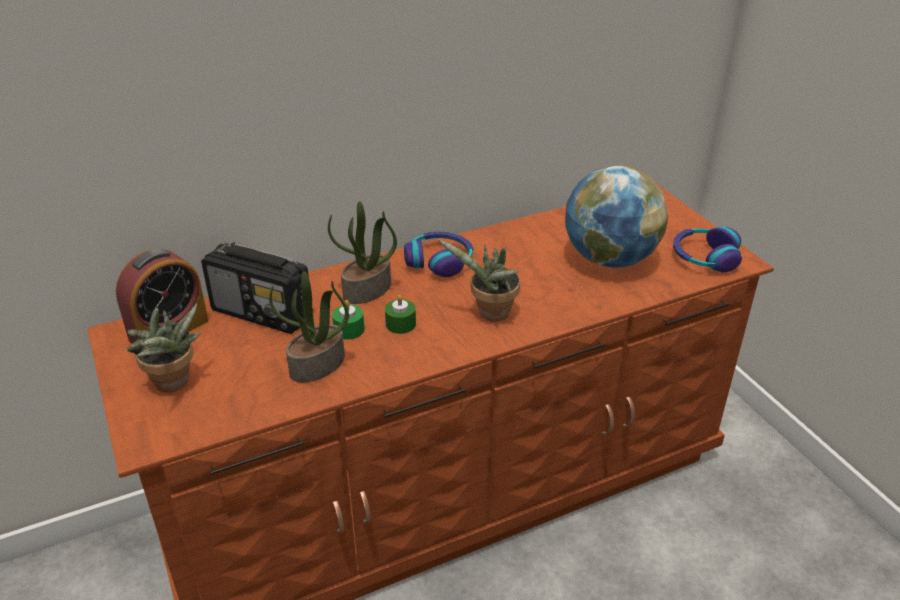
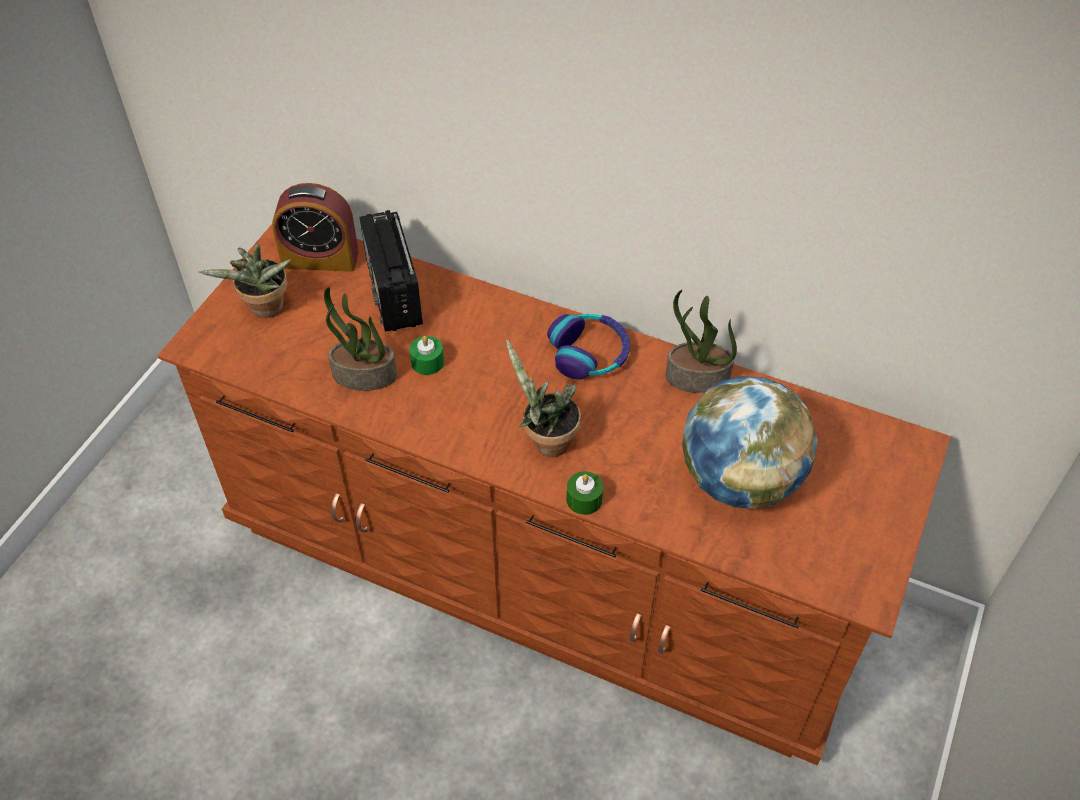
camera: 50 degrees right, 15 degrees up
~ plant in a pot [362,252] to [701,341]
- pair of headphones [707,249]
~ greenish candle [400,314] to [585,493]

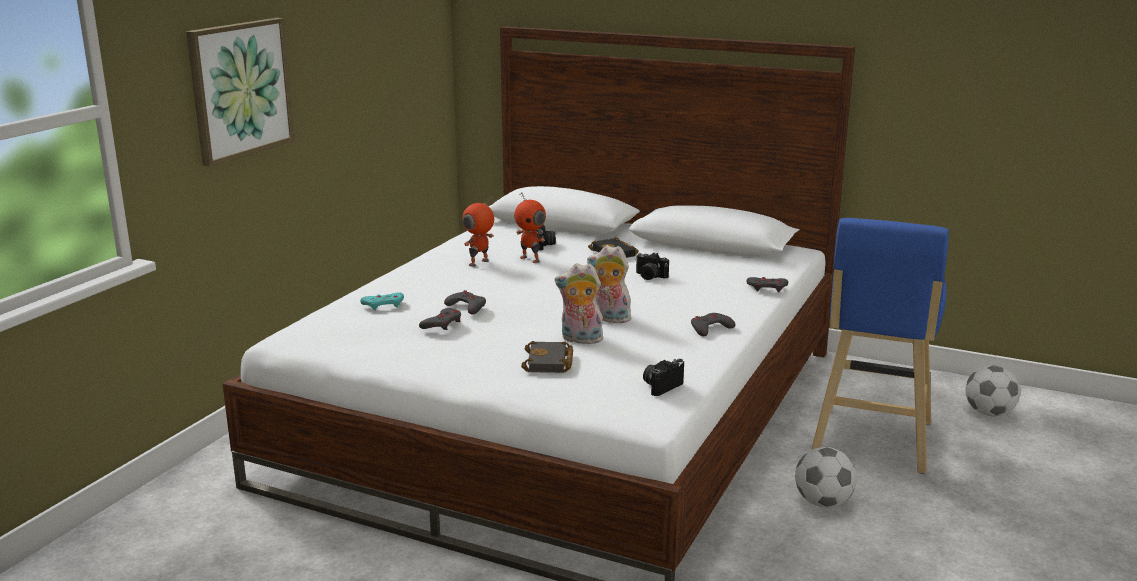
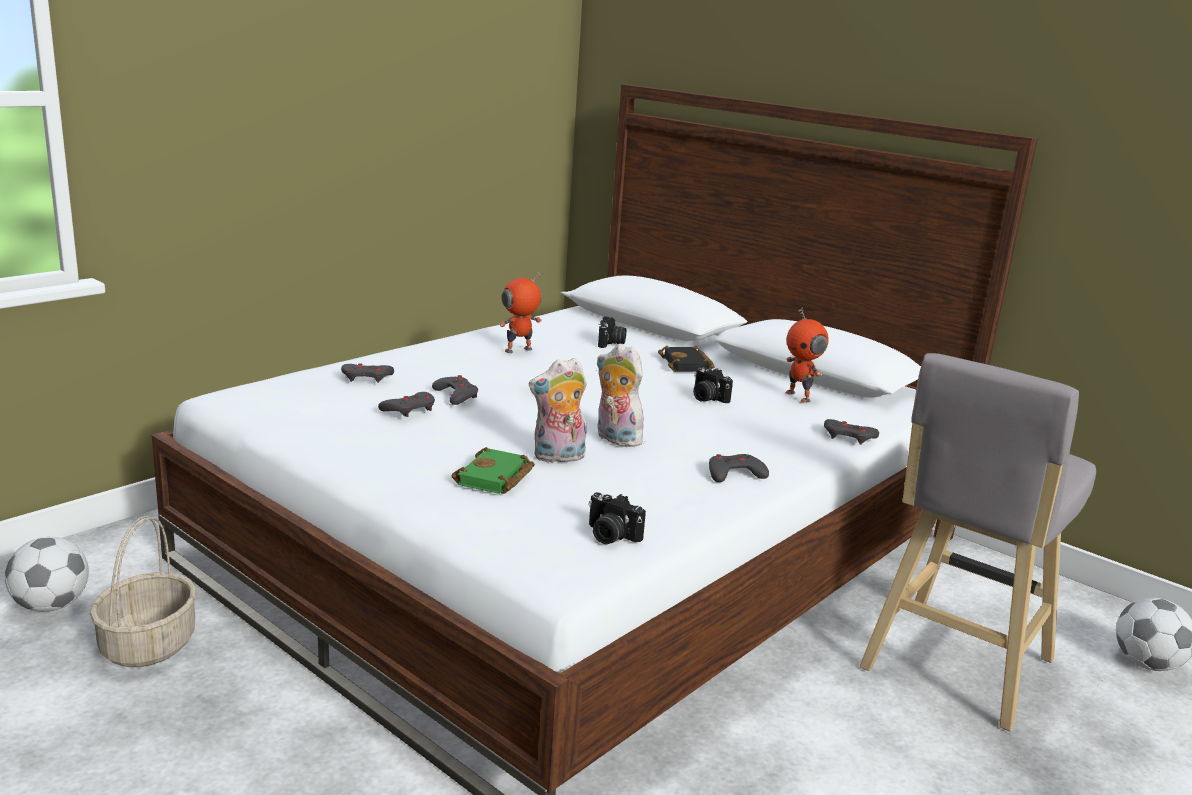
camera: 15 degrees right, 0 degrees up
- picture [240,92]
~ robot figure [530,228] to [807,355]
~ blue stool seat [880,346] to gray stool seat [978,542]
~ soft toy [580,304] = [558,410] 45 degrees counterclockwise
~ turquoise game controller [382,301] to gray game controller [367,373]
~ black-coloured volume [547,357] to greenish volume [493,470]
~ photo camera [663,377] = [617,518] 120 degrees counterclockwise
~ ball for football [826,477] to [47,574]
+ basket [143,591]

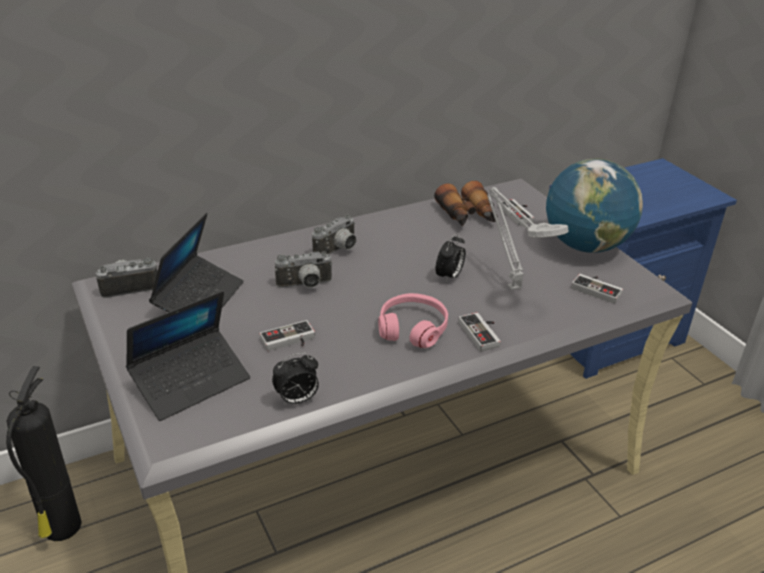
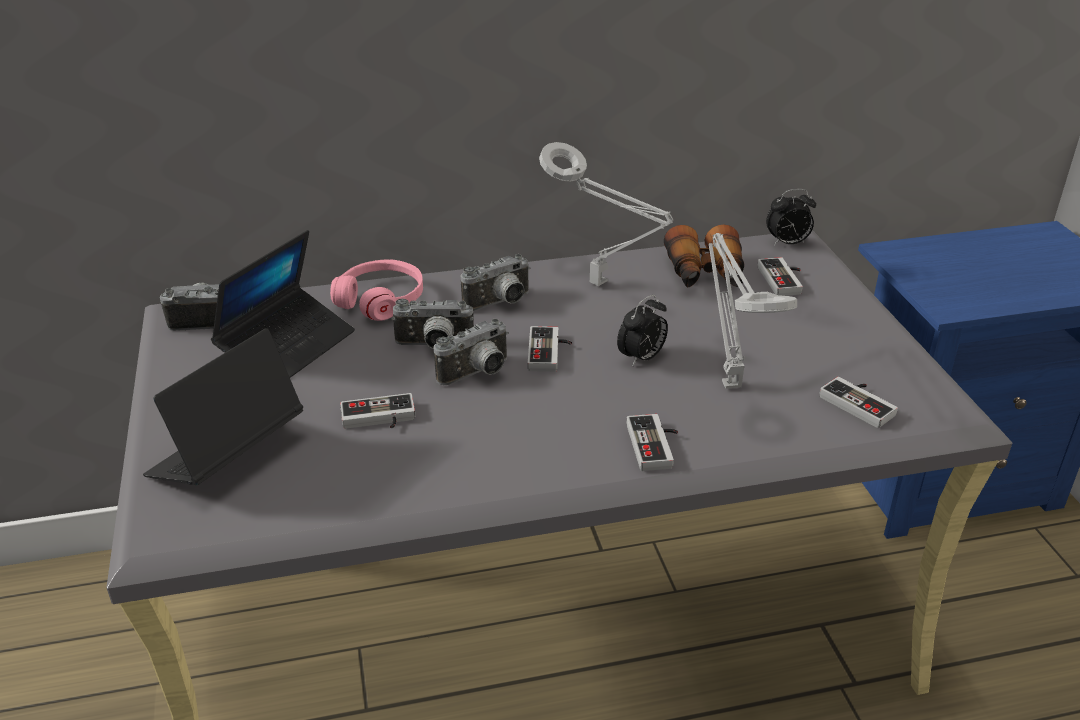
camera: 15 degrees right, 0 degrees up
- desk globe [594,206]
~ laptop [188,356] = [223,406] 150 degrees clockwise
~ pink-coloured pair of headphones [413,320] to [376,290]
~ bedside clock [295,379] to [791,217]
- fire-fighting cylinder [44,453]
+ gray table lamp [606,214]
+ photo camera [471,351]
+ game controller [550,349]

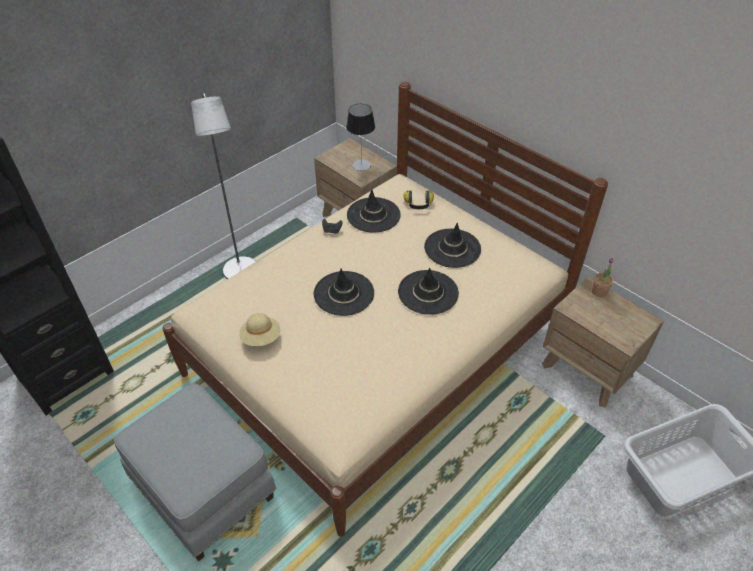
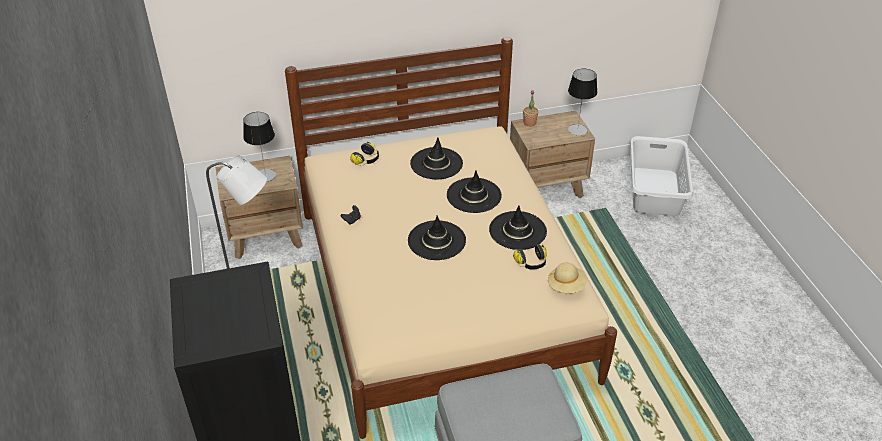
camera: 60 degrees left, 5 degrees down
~ black-coloured wearable hat [374,210] to [518,227]
~ beige-coloured wearable hat [259,329] to [567,278]
+ table lamp [582,102]
+ pair of headphones [530,257]

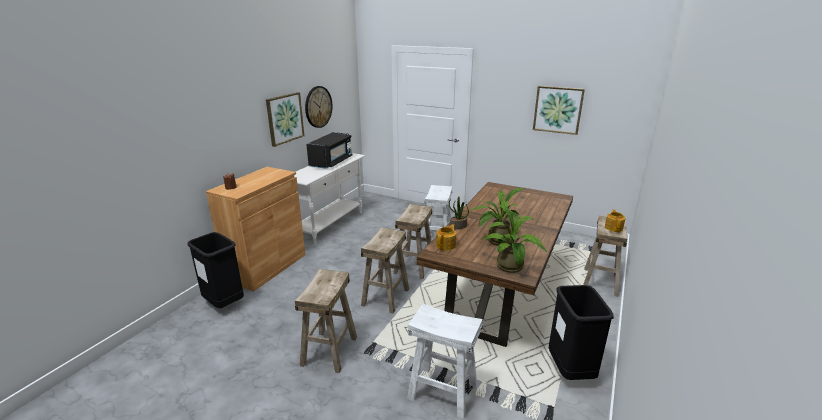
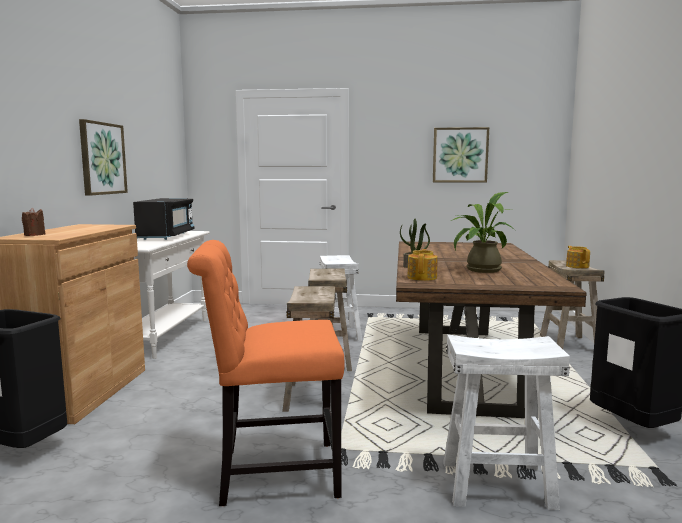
camera: 20 degrees left, 15 degrees down
- hanging clock [318,107]
- plant in a pot [514,238]
~ beige-coloured stool seat [326,321] to orange-coloured upright chair [266,373]

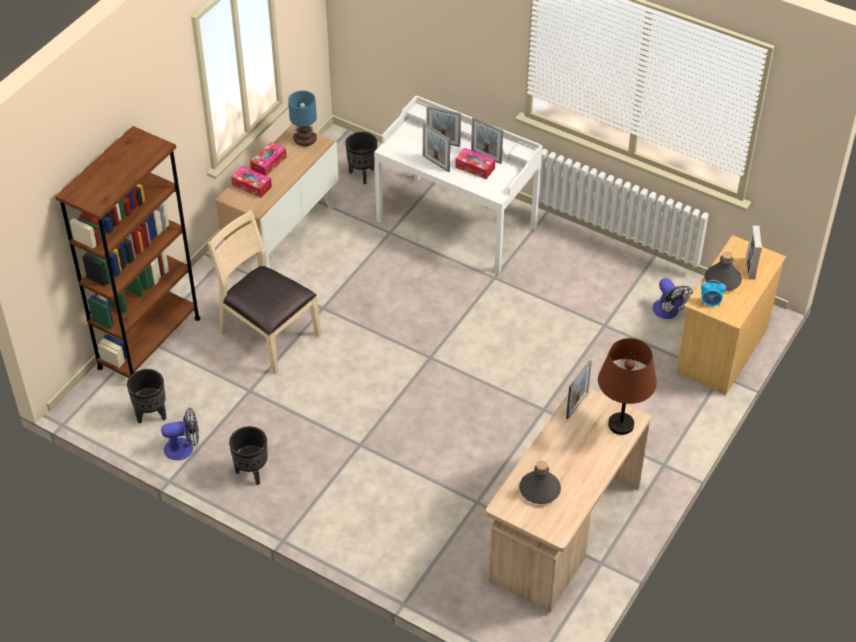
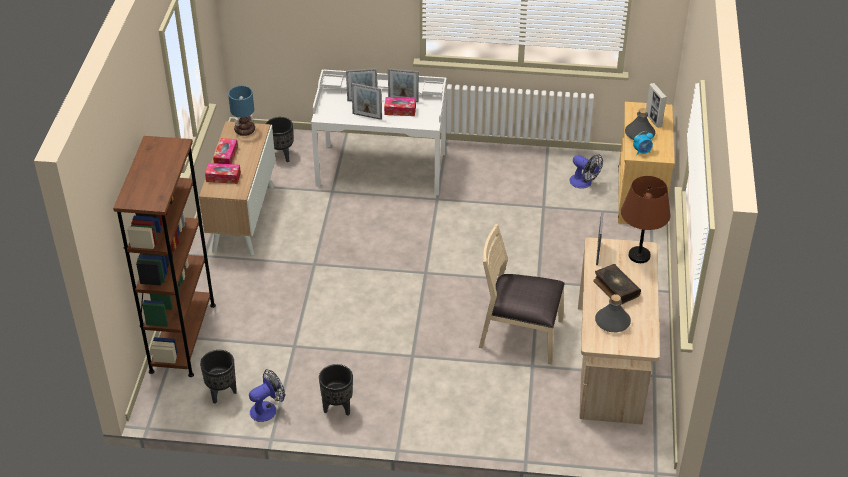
camera: 25 degrees left, 5 degrees down
~ beige-coloured upright chair [264,292] to [522,294]
+ volume [617,284]

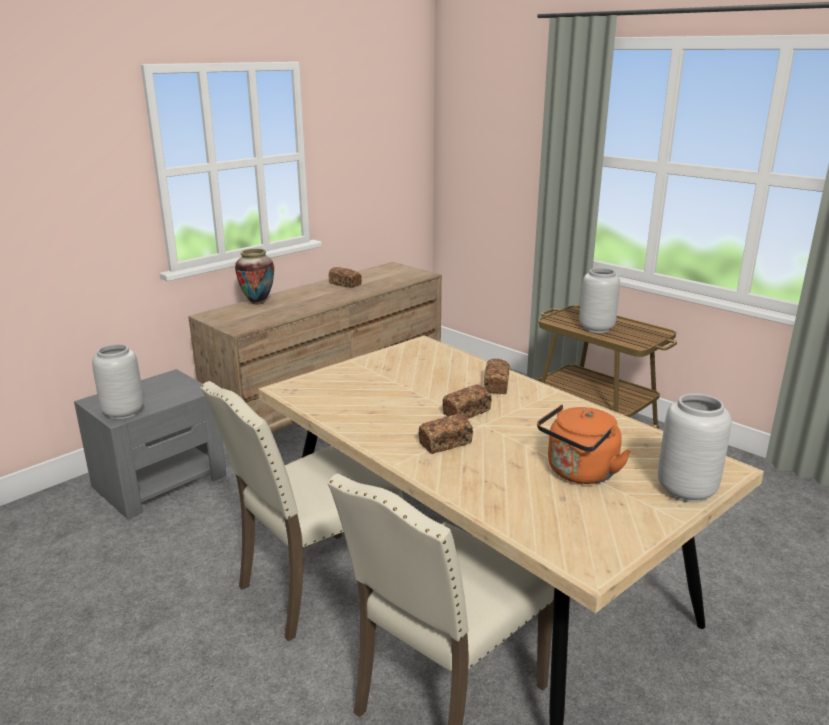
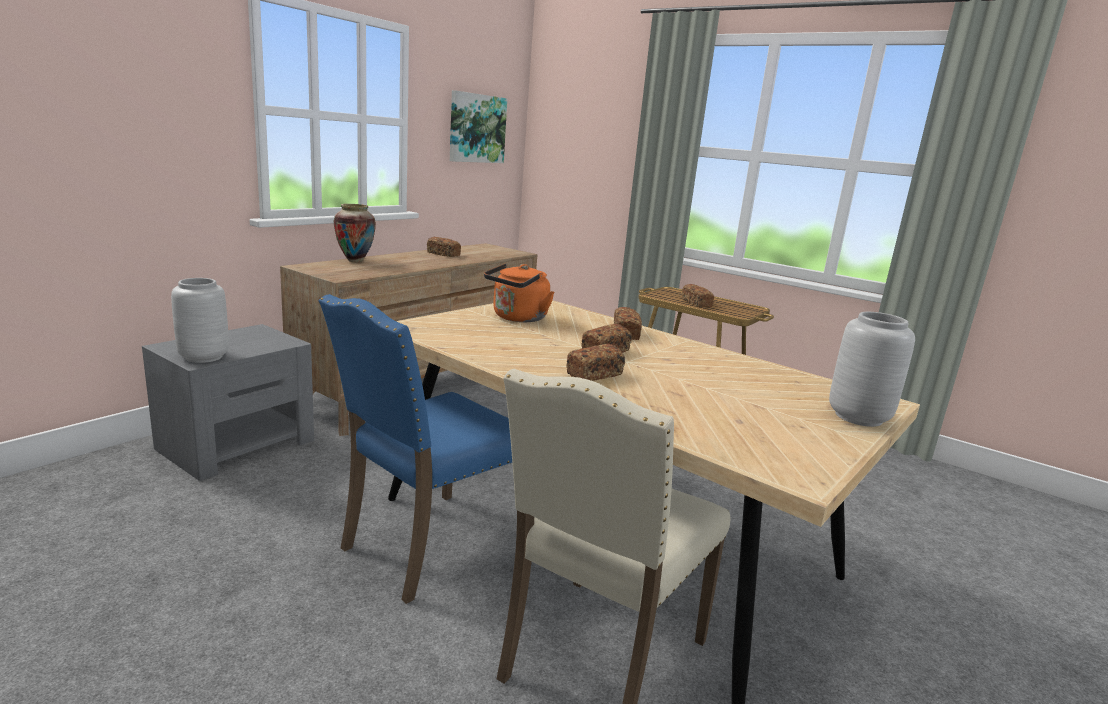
camera: 10 degrees left, 5 degrees down
~ gray vase [600,300] to baked bread [698,295]
~ beige-coloured upright chair [301,511] to blue upright chair [415,449]
~ orange-coloured water kettle [584,444] to [519,292]
+ picture [478,126]

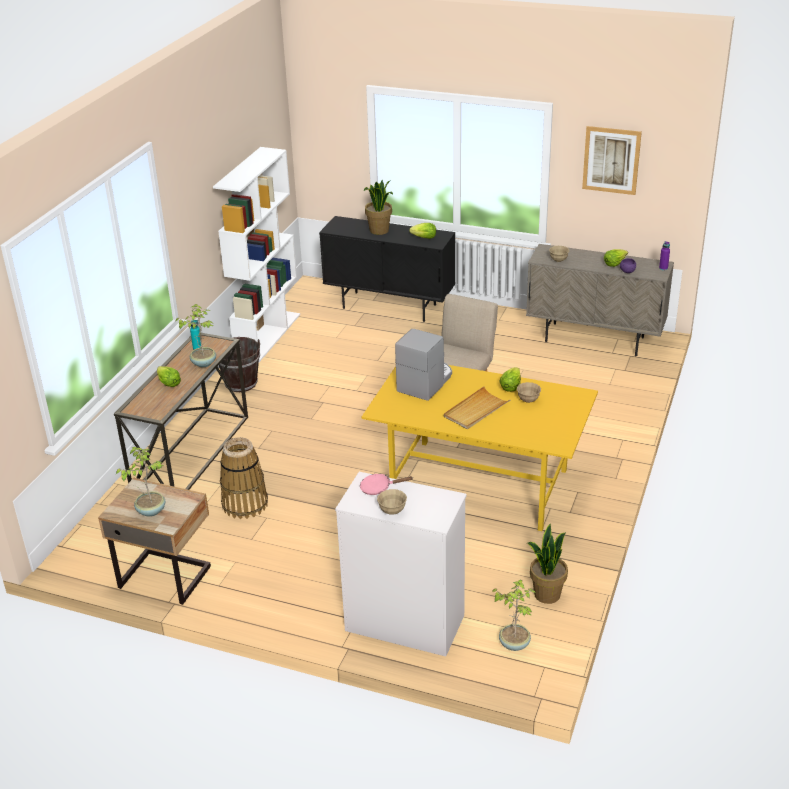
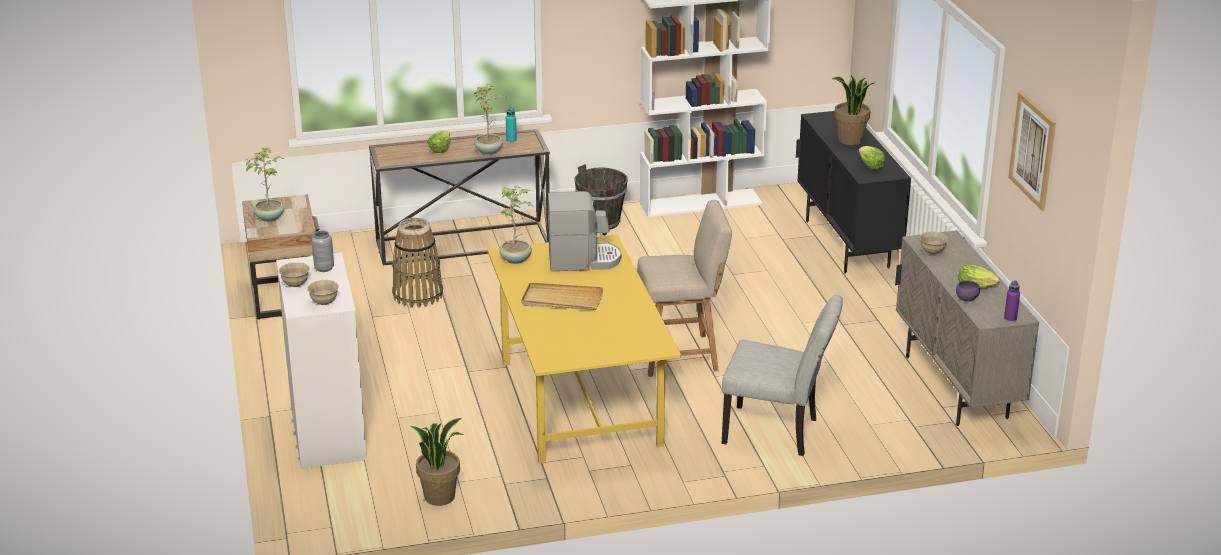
camera: 55 degrees right, 5 degrees down
- lettuce [510,379]
~ beige-coloured deep dish [529,392] to [323,292]
~ pink-coloured skillet [386,484] to gray vase [323,251]
~ plant in a pot [514,615] to [516,225]
+ gray upright chair [782,375]

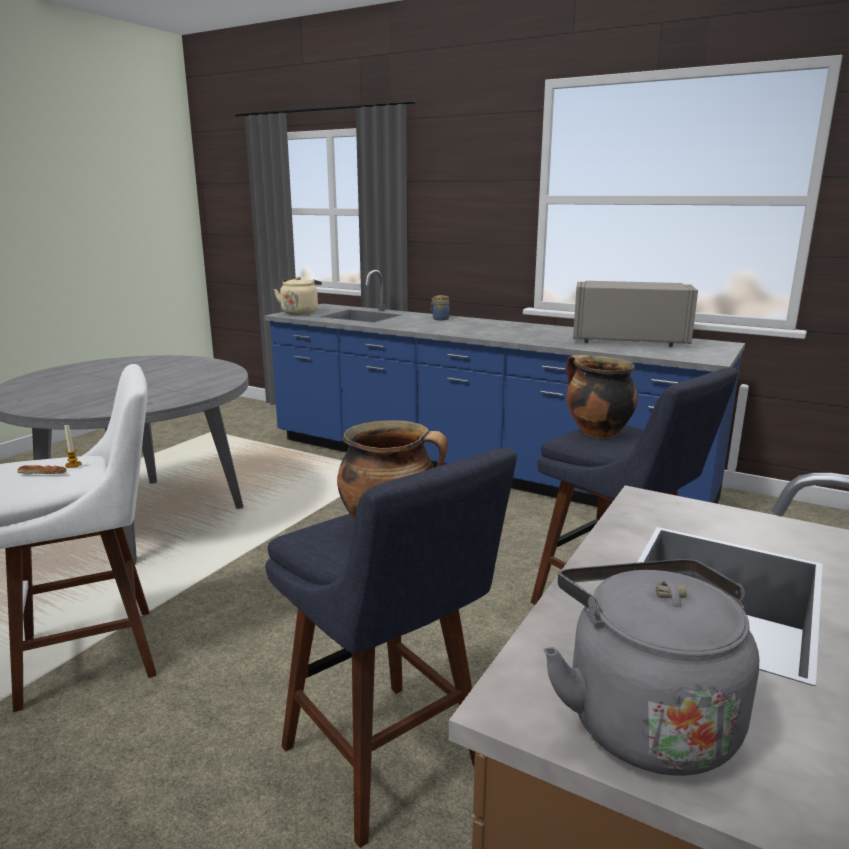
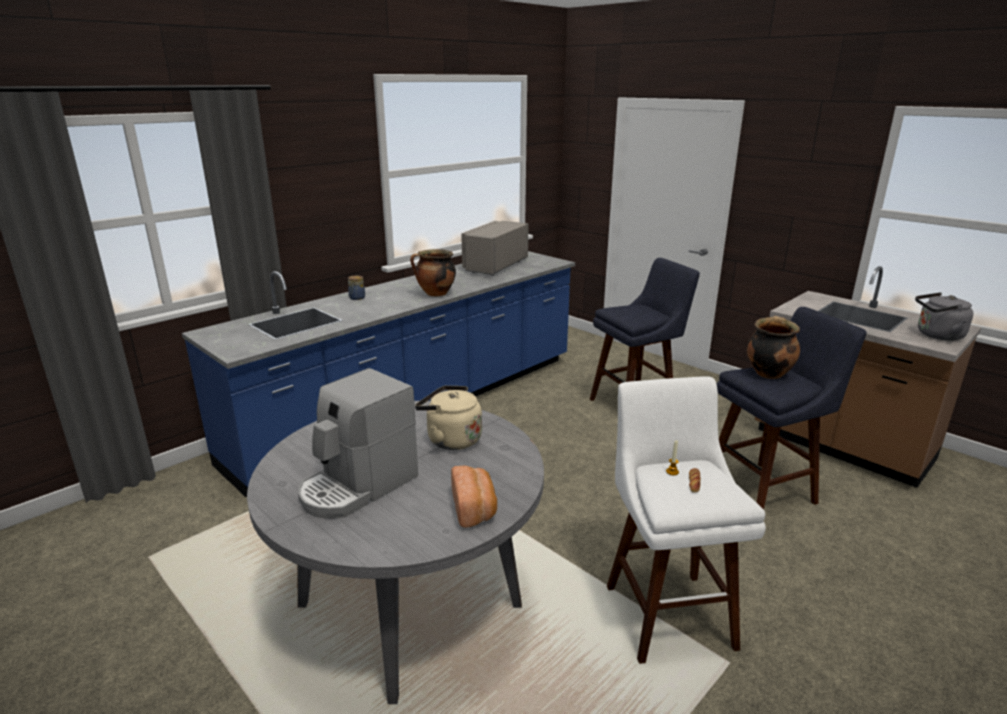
camera: 75 degrees left, 5 degrees up
~ beige-coloured water kettle [298,296] to [448,418]
~ stockpot [602,396] to [433,272]
+ coffee maker [358,443]
+ baked bread [474,497]

